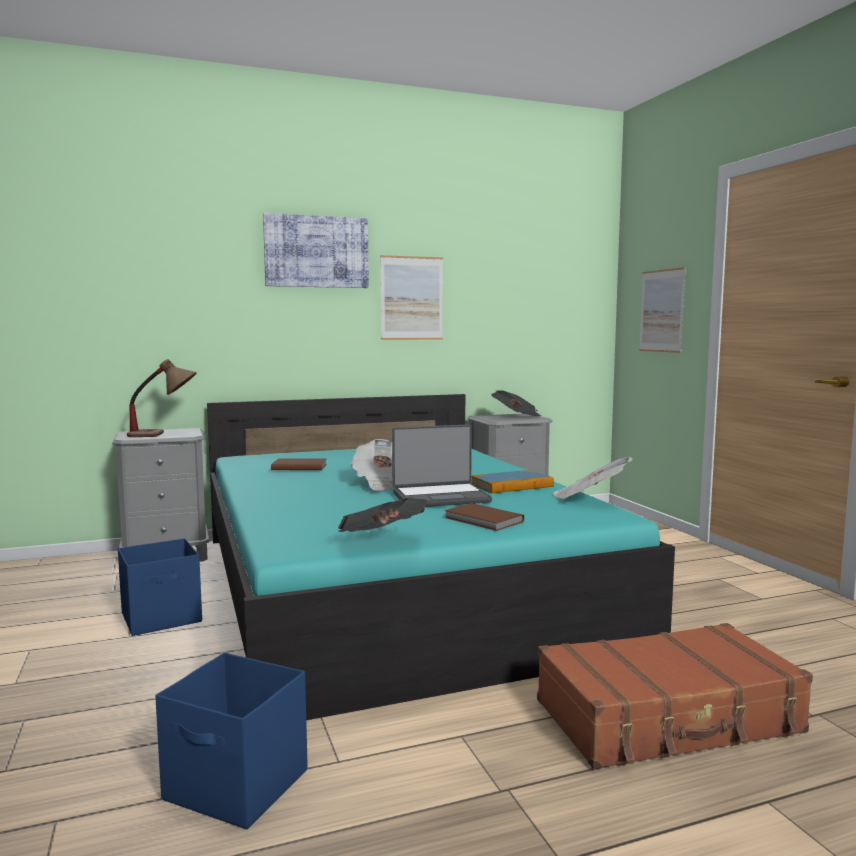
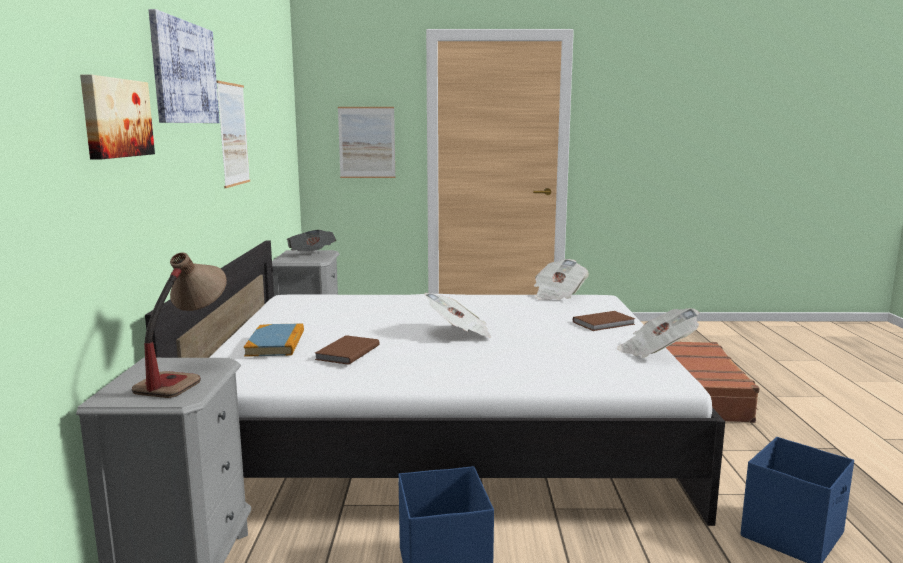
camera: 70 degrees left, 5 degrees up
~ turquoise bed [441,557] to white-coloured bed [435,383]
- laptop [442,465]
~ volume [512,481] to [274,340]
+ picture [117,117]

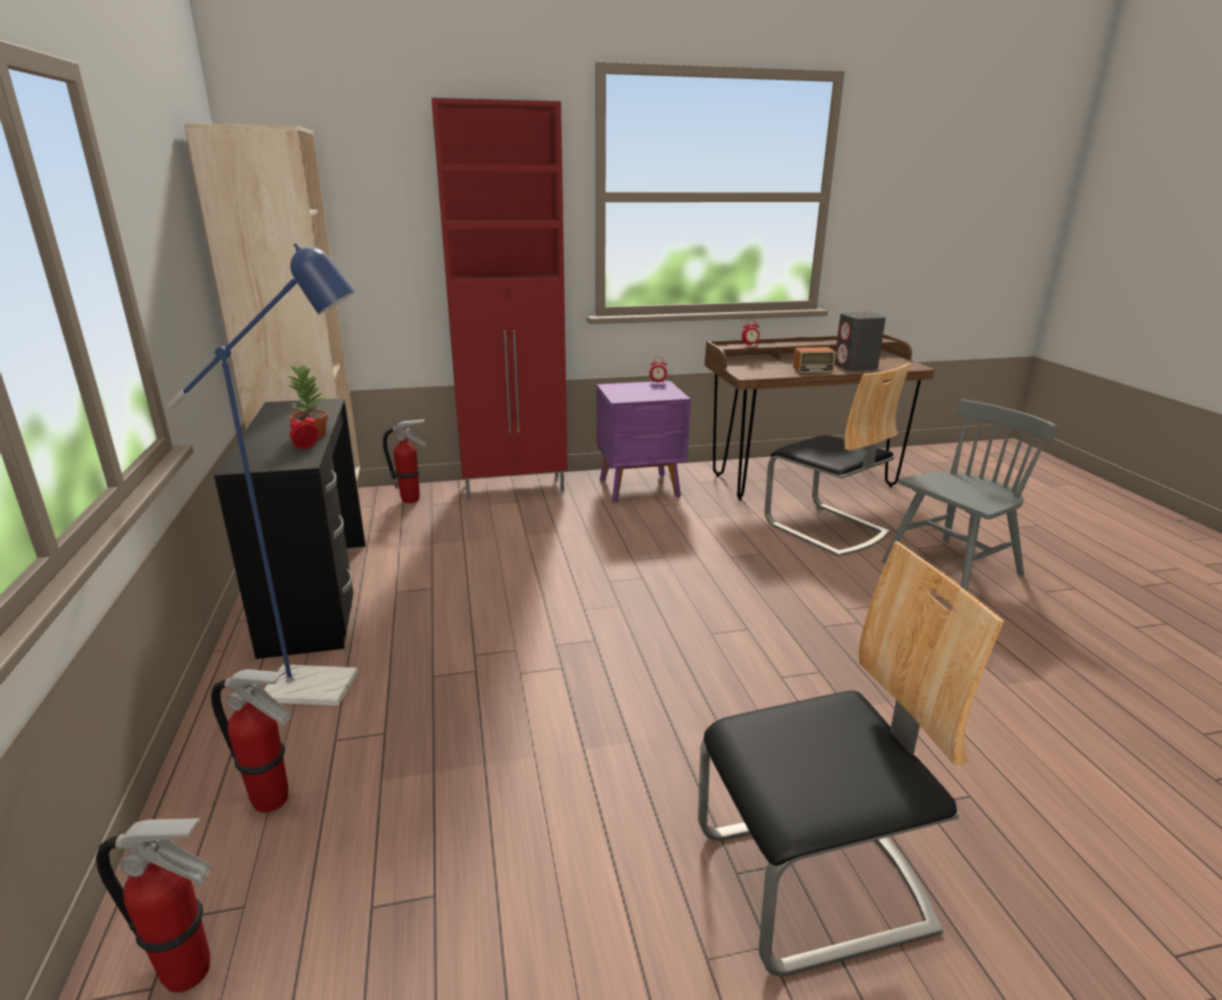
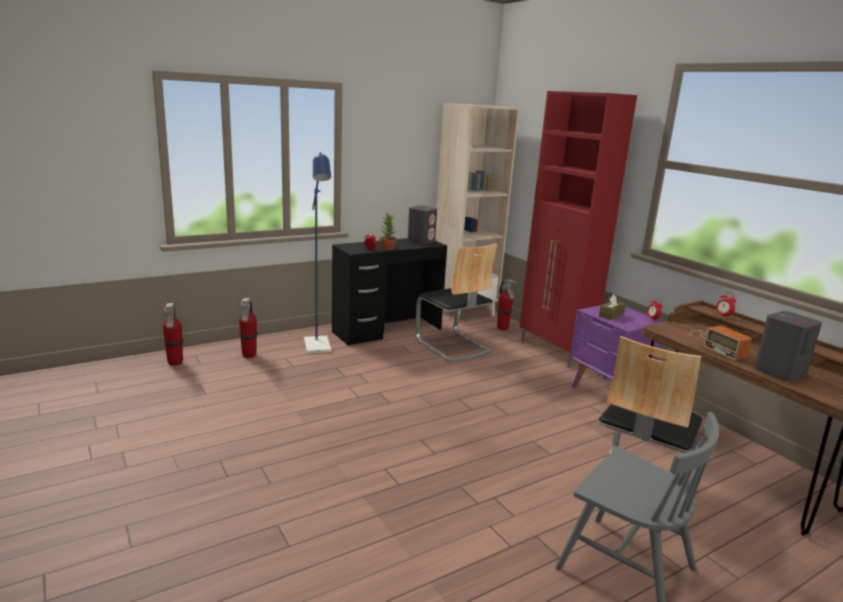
camera: 70 degrees right, 5 degrees down
~ upright chair [851,758] to [456,302]
+ gray loudspeaker [422,225]
+ brown-coloured tissue box [612,307]

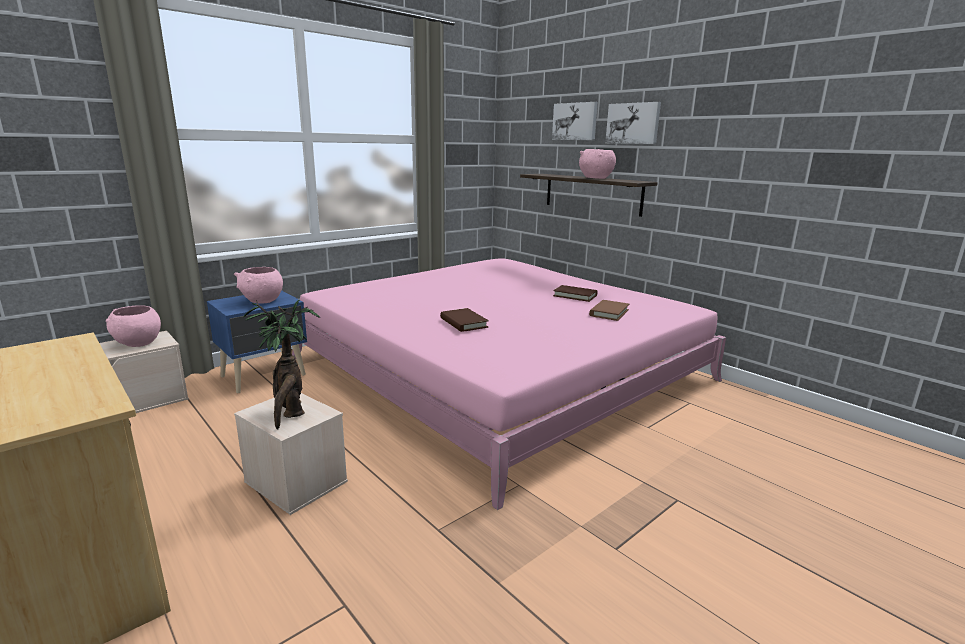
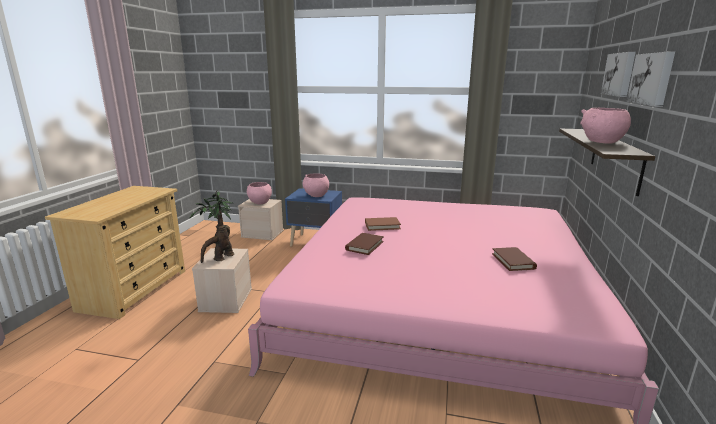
camera: 55 degrees right, 0 degrees up
~ brown-coloured volume [609,310] to [383,224]

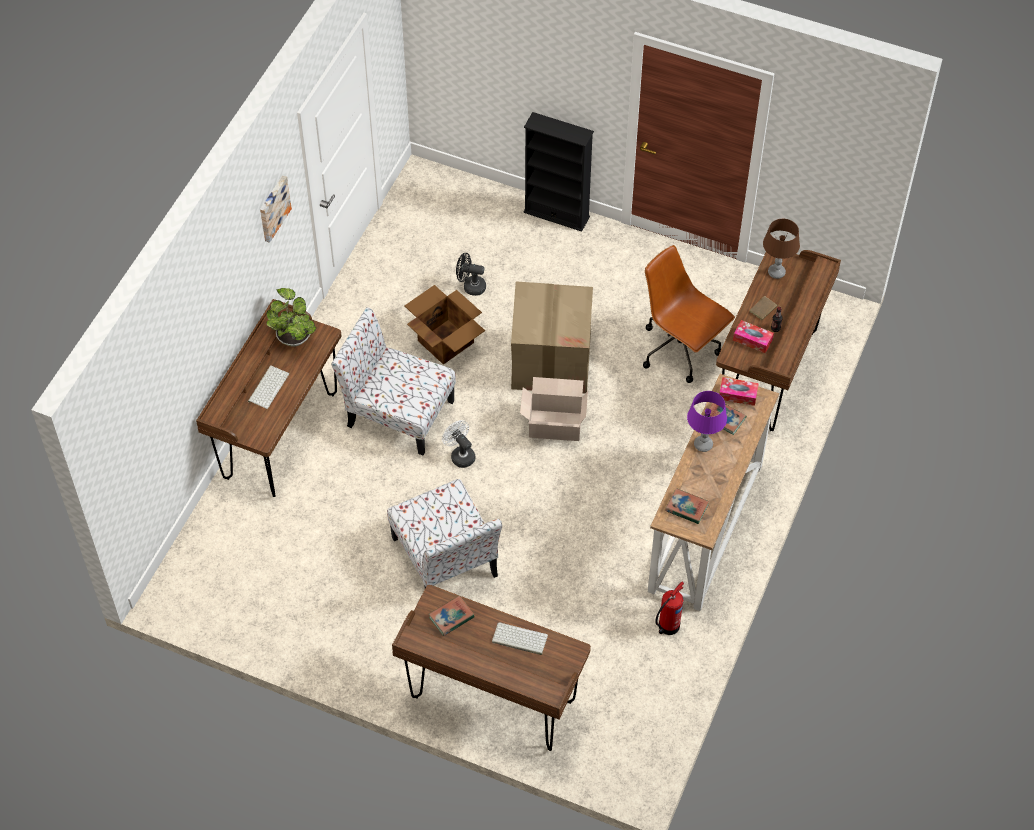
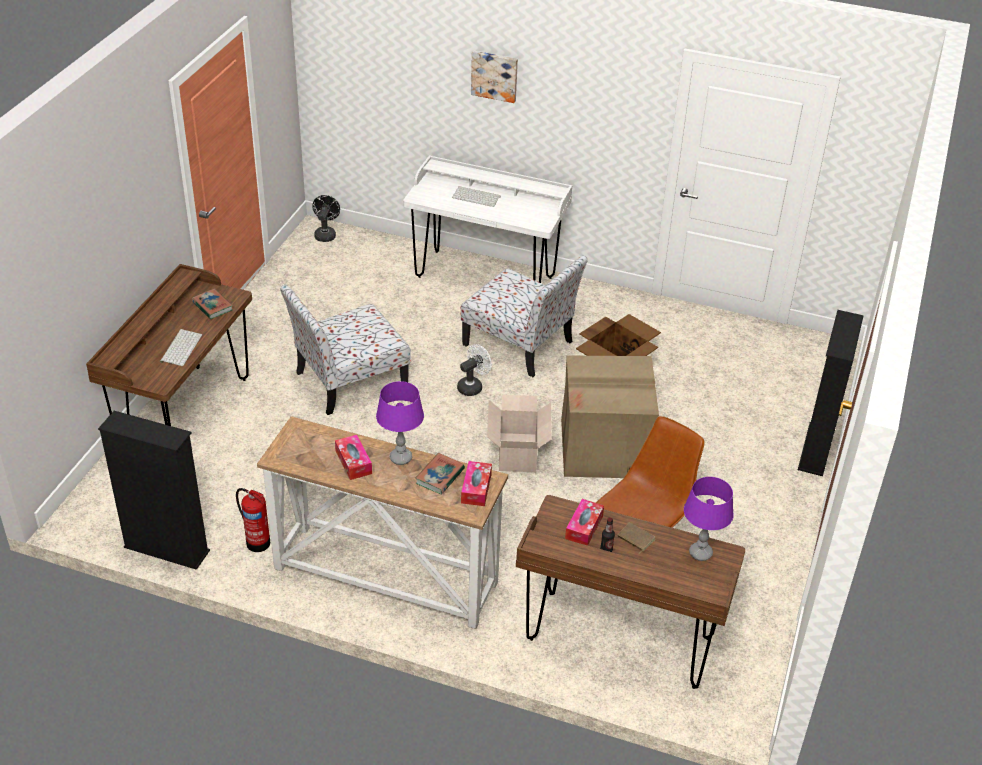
camera: 85 degrees right, 15 degrees down
~ picture [276,209] to [494,77]
~ brown-coloured table lamp [781,249] to purple-coloured table lamp [708,519]
~ black-coloured fan [471,274] to [326,218]
- plant in a pot [291,317]
~ brown-coloured desk [268,398] to white-coloured desk [487,219]
~ upright chair [393,381] = [524,316] 105 degrees clockwise
- volume [687,506]
+ black-coloured shelving unit [154,490]
+ tissue box [353,457]

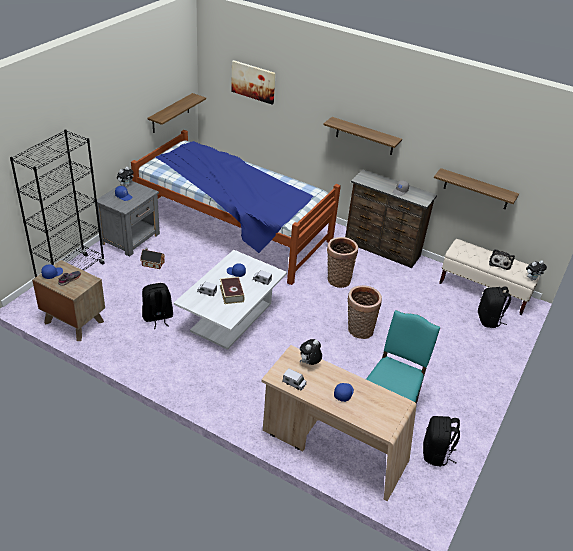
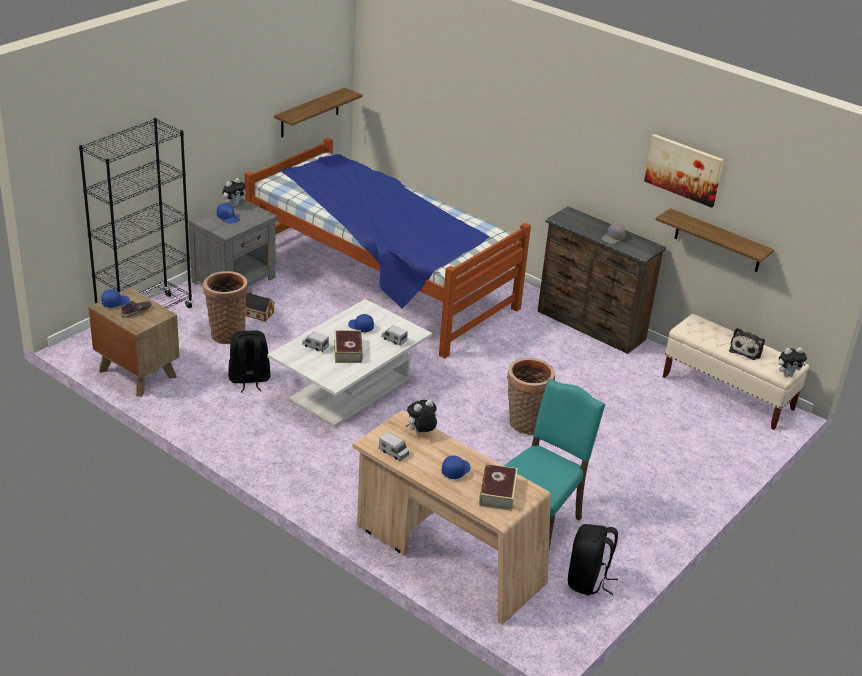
camera: 10 degrees right, 5 degrees down
~ picture [253,82] to [684,171]
- wall shelf [362,136]
~ basket [342,262] to [225,307]
- black-coloured rucksack [494,307]
+ volume [498,487]

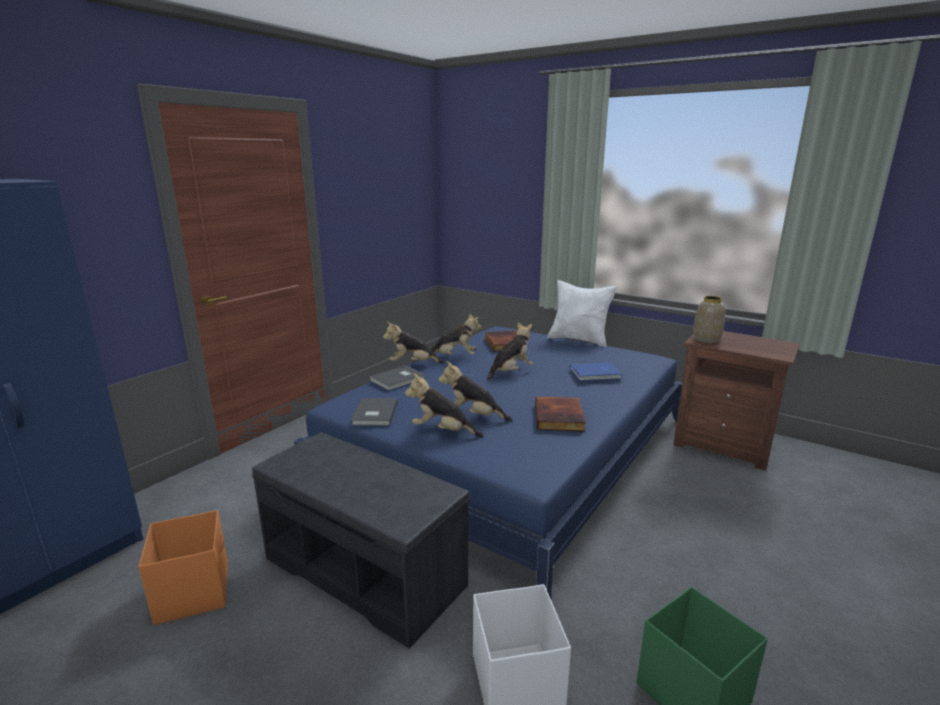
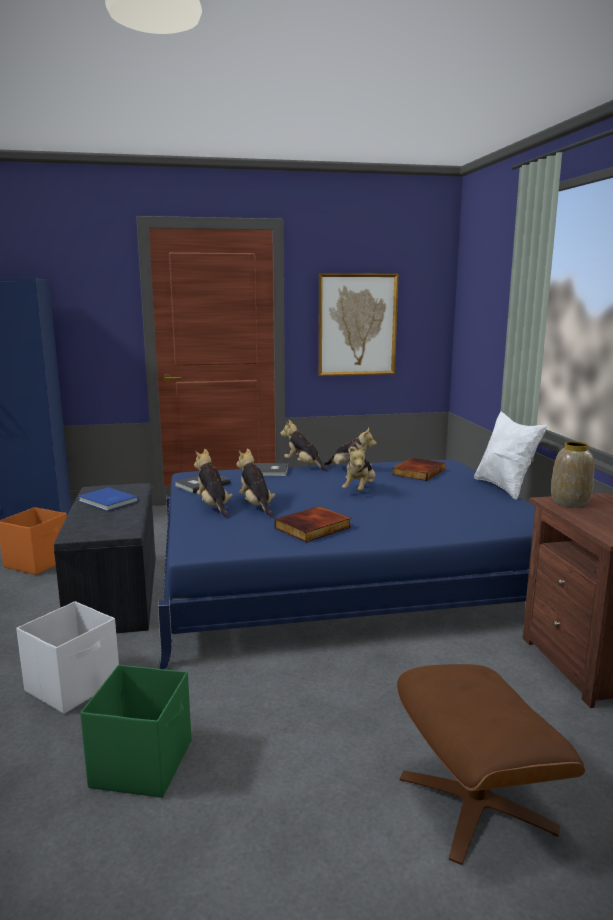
camera: 45 degrees right, 5 degrees down
~ soft toy [510,351] = [358,468] 105 degrees clockwise
~ blue volume [596,372] to [108,499]
+ picture [358,324]
+ brown-coloured pouffe [491,764]

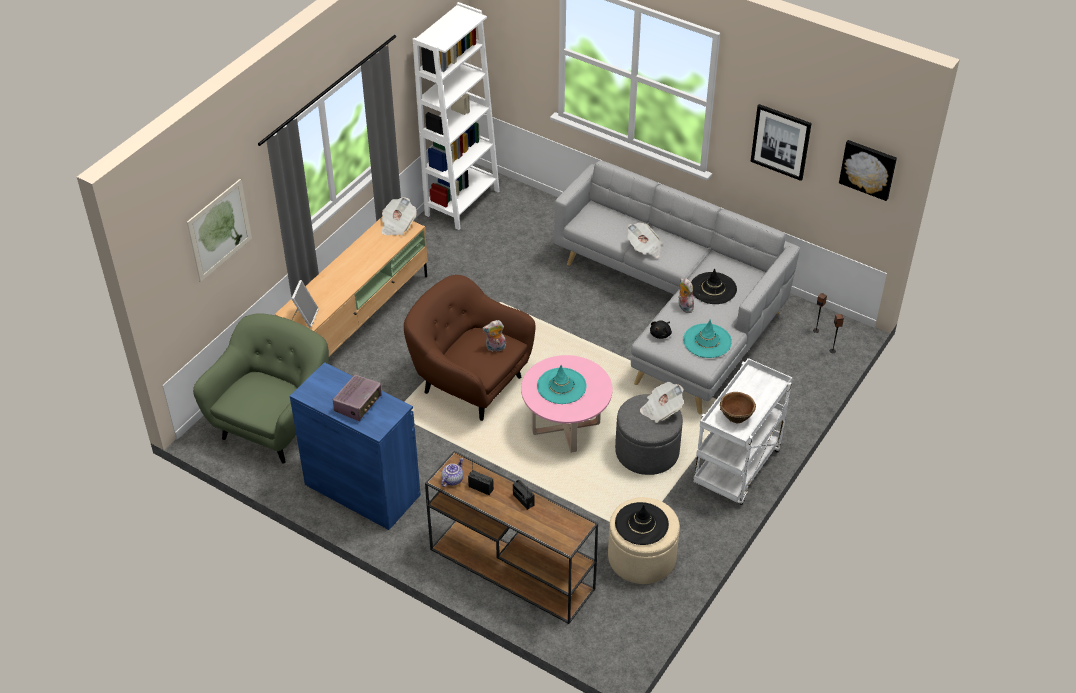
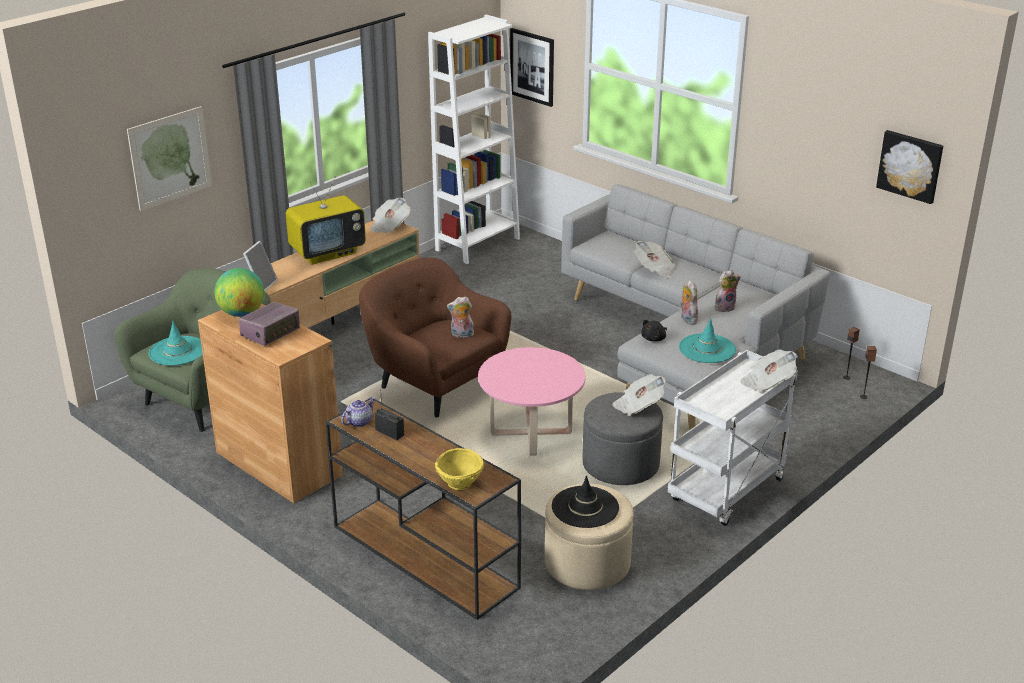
camera: 10 degrees right, 15 degrees down
~ picture [781,142] to [532,67]
~ black-coloured wearable hat [714,286] to soft toy [728,291]
~ blue storage cabinet [355,446] to brown-coloured storage cabinet [270,403]
~ turquoise wearable hat [562,384] to [175,343]
- brown-coloured deep dish [738,407]
- radio receiver [523,495]
+ TV [326,221]
+ desk globe [239,292]
+ daily paper [769,371]
+ yellowish deep dish [459,469]

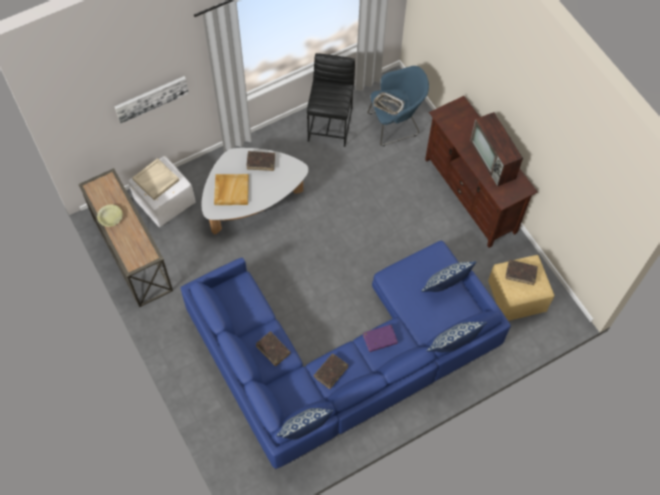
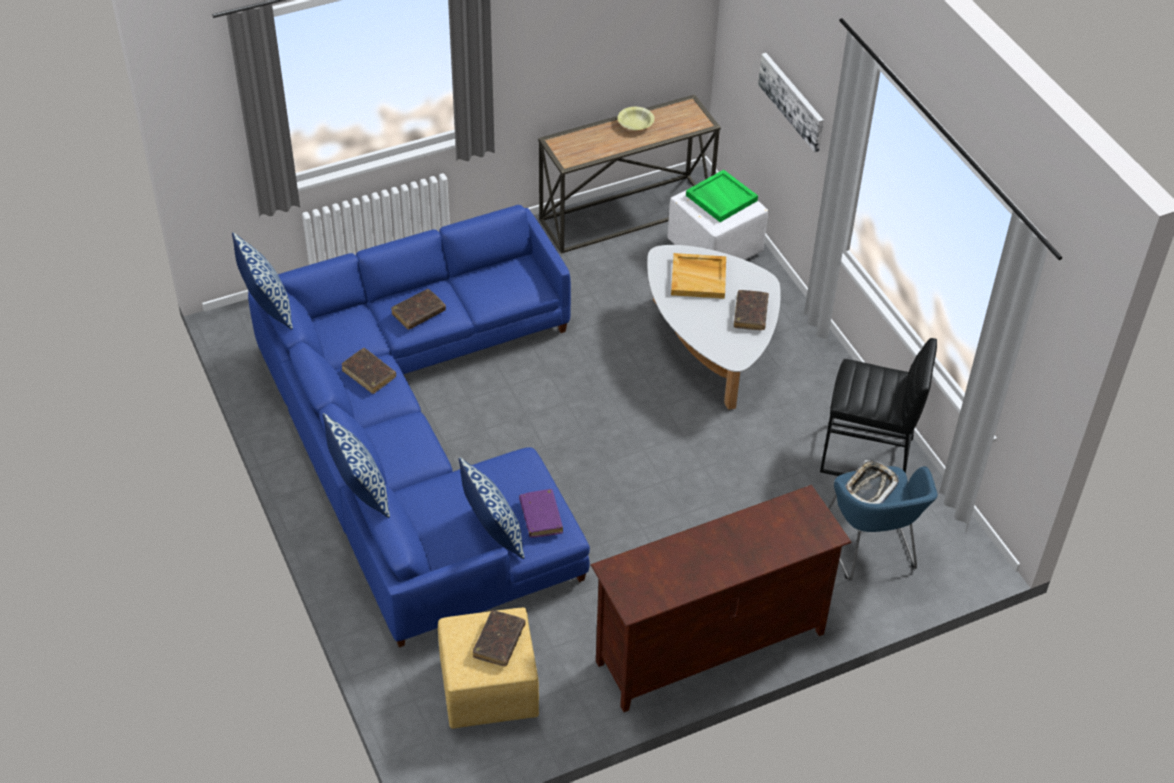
camera: 95 degrees right, 15 degrees down
- TV [496,149]
~ beige-coloured carrying tray [156,179] to greenish carrying tray [722,196]
~ purple-coloured volume [380,338] to [541,513]

